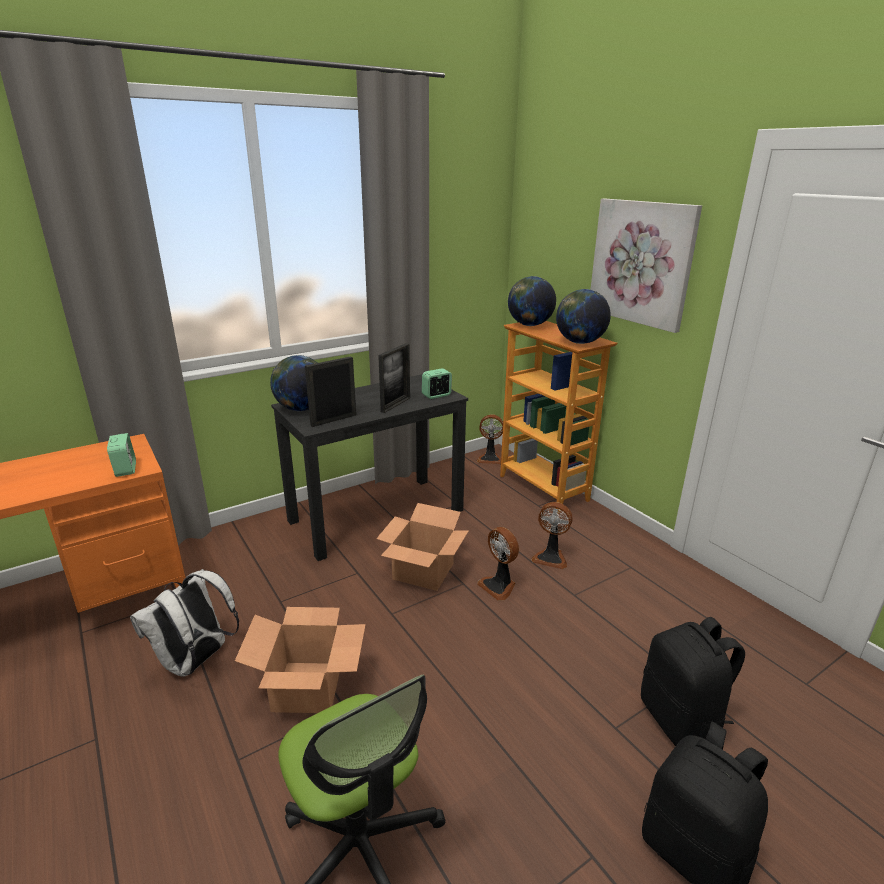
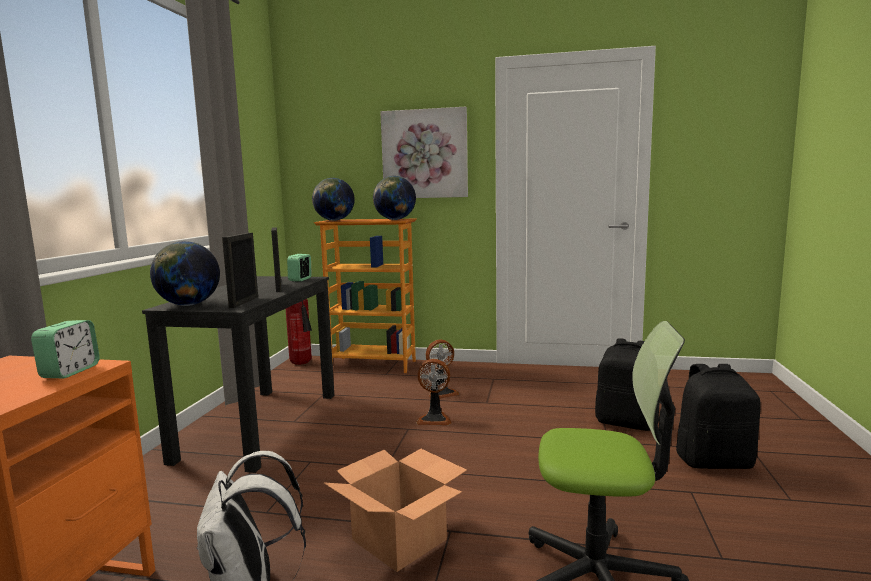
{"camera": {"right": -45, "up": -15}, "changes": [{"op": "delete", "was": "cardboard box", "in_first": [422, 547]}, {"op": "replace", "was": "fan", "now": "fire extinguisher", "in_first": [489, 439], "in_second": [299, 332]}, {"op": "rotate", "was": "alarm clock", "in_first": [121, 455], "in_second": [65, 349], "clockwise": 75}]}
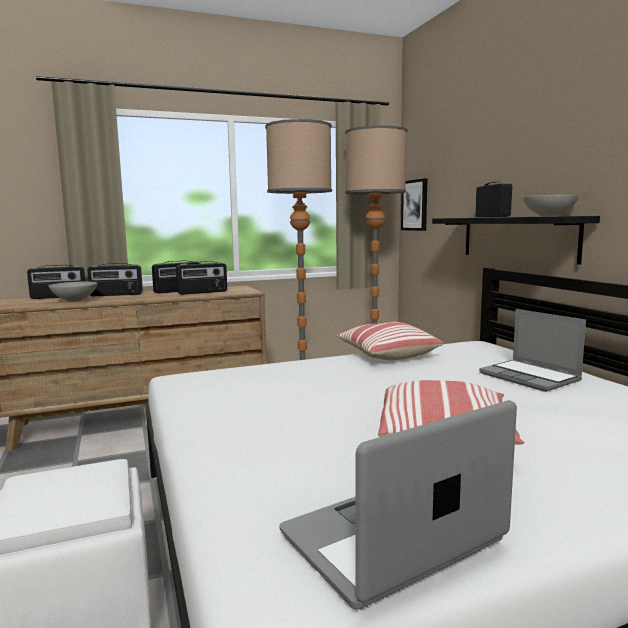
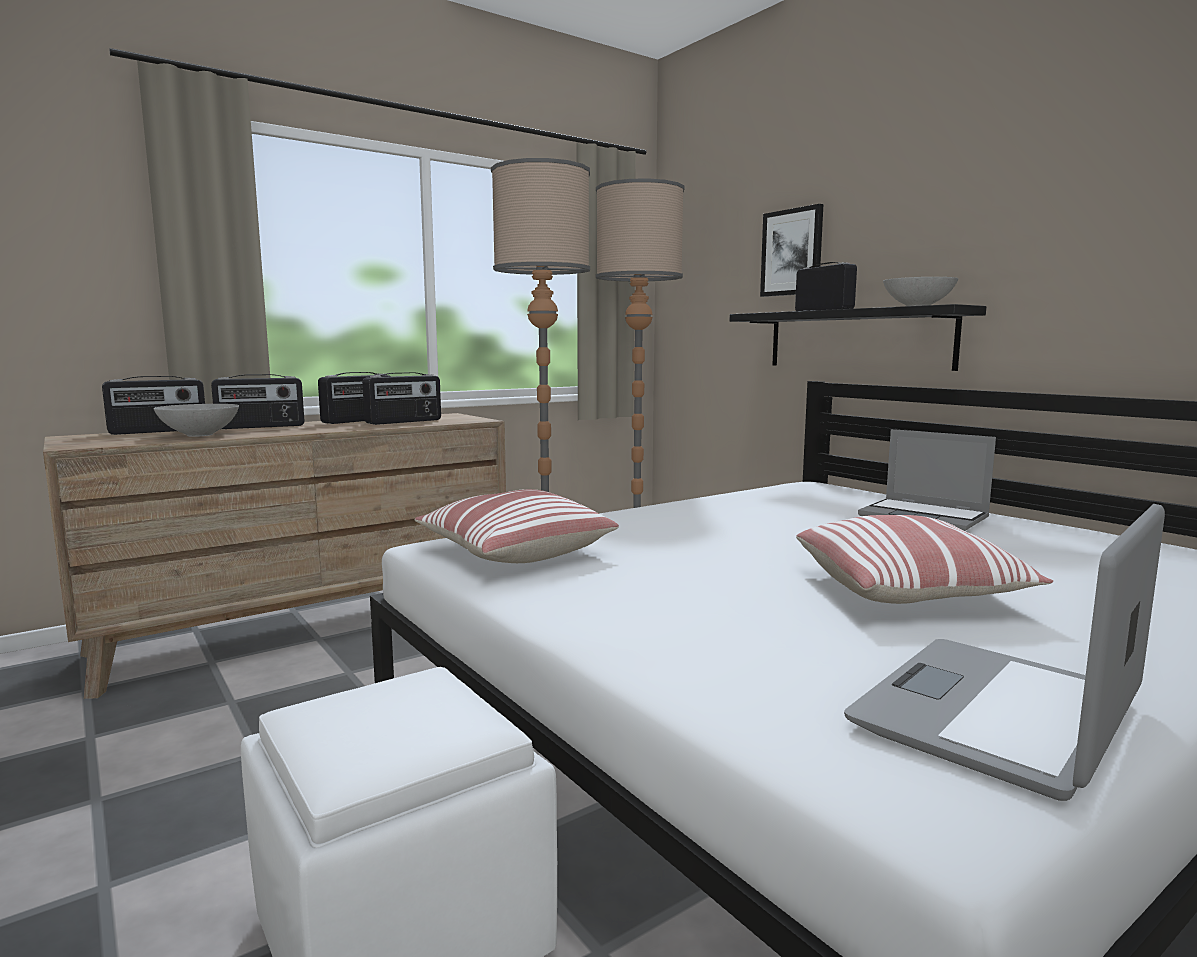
{"camera": {"right": -15, "up": 0}, "changes": [{"op": "move", "was": "pillow", "in_first": [390, 341], "in_second": [517, 526]}, {"op": "move", "was": "picture", "in_first": [414, 204], "in_second": [792, 250]}]}
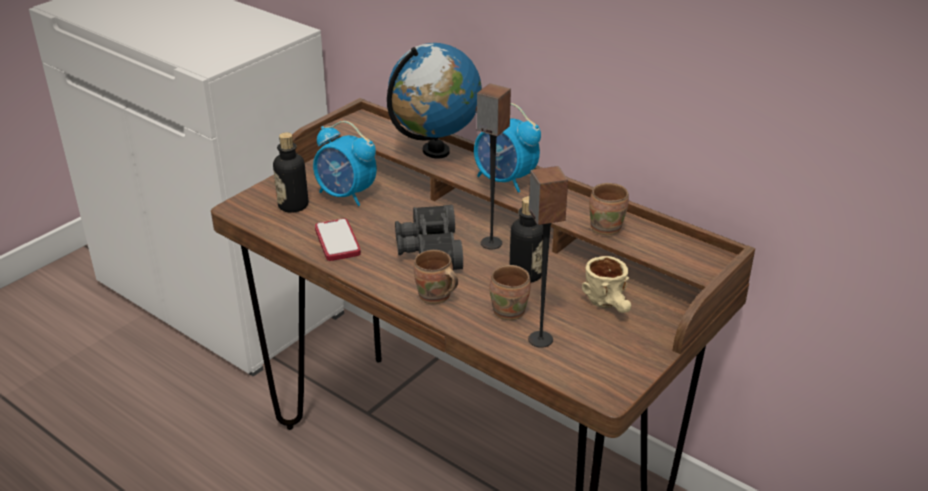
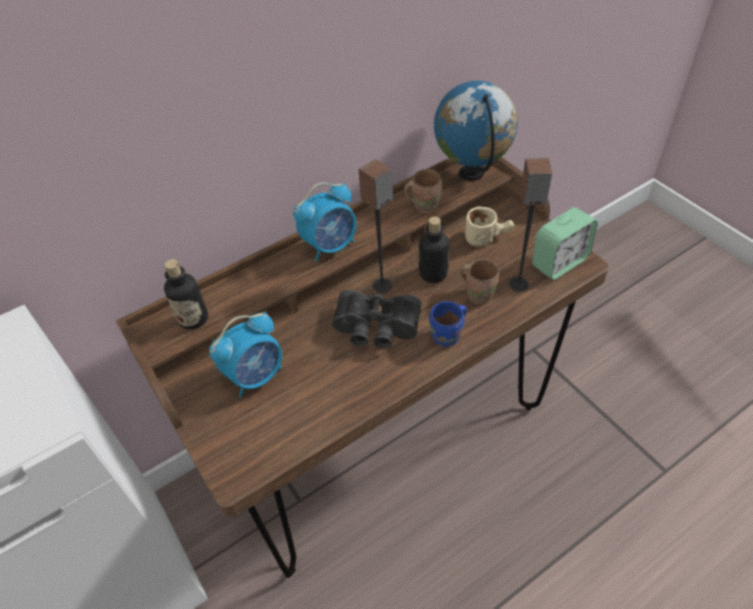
{"camera": {"right": -70, "up": 15}, "changes": [{"op": "delete", "was": "phone", "in_first": [338, 240]}, {"op": "insert", "now": "alarm clock", "in_second": [565, 243]}, {"op": "move", "was": "bottle", "in_first": [290, 172], "in_second": [186, 294]}, {"op": "move", "was": "globe", "in_first": [434, 101], "in_second": [476, 131]}, {"op": "recolor", "was": "mug/brown", "now": "mug/blue", "in_first": [436, 277], "in_second": [448, 324]}]}
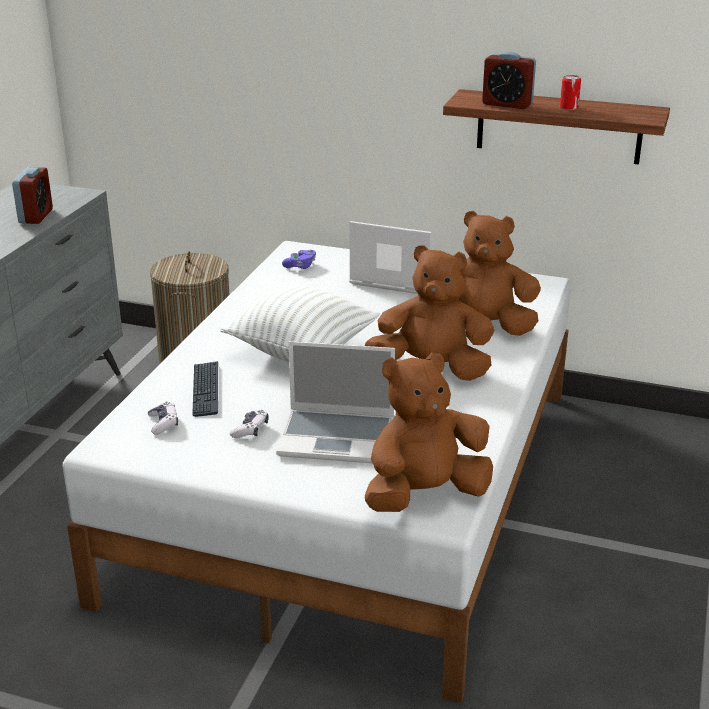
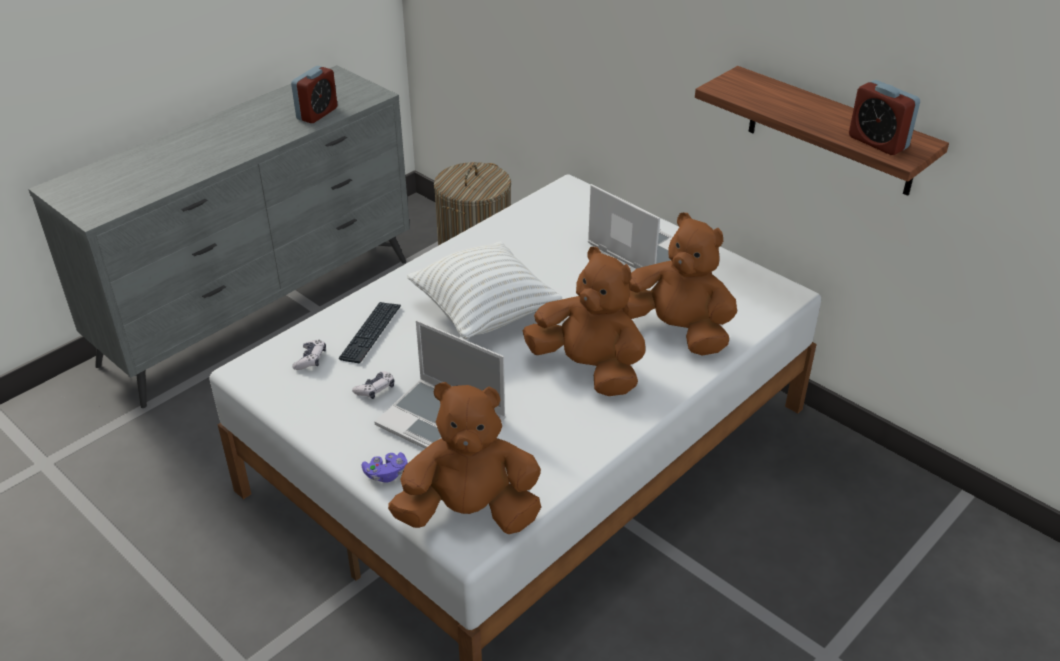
{"camera": {"right": 25, "up": 10}, "changes": [{"op": "delete", "was": "can", "in_first": [570, 92]}, {"op": "move", "was": "game controller/purple", "in_first": [299, 259], "in_second": [384, 467]}, {"op": "move", "was": "alarm clock", "in_first": [509, 80], "in_second": [884, 117]}]}
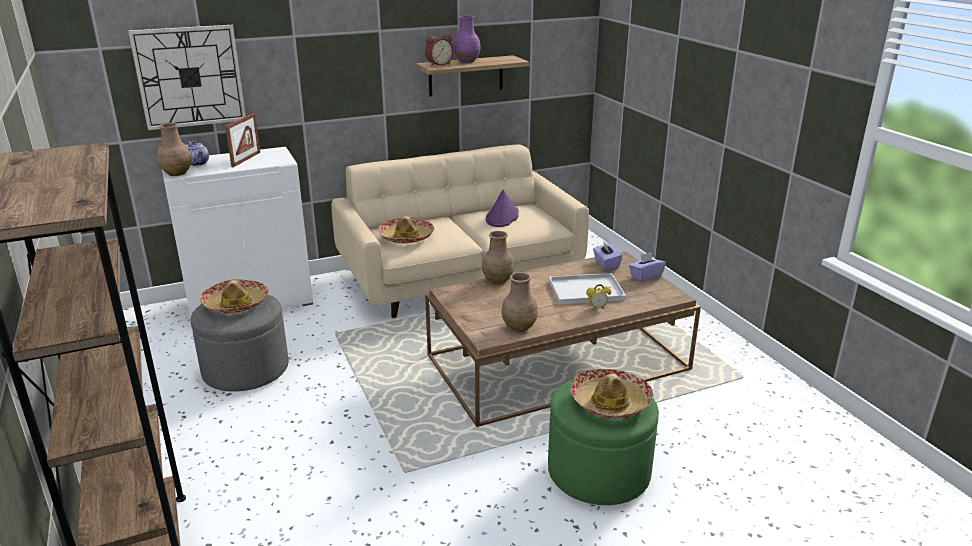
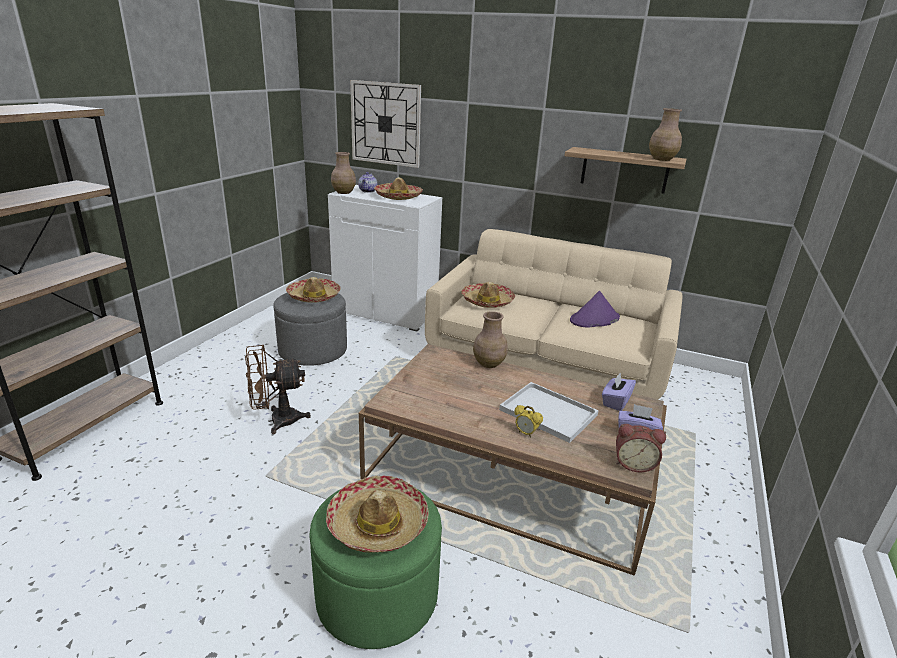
{"camera": {"right": 45, "up": 0}, "changes": [{"op": "delete", "was": "vase/purple", "in_first": [467, 39]}, {"op": "insert", "now": "fan/brown", "in_second": [278, 389]}, {"op": "move", "was": "alarm clock", "in_first": [439, 50], "in_second": [641, 448]}, {"op": "move", "was": "vase/brown", "in_first": [519, 302], "in_second": [665, 134]}, {"op": "replace", "was": "picture frame", "now": "hat", "in_first": [242, 140], "in_second": [398, 188]}]}
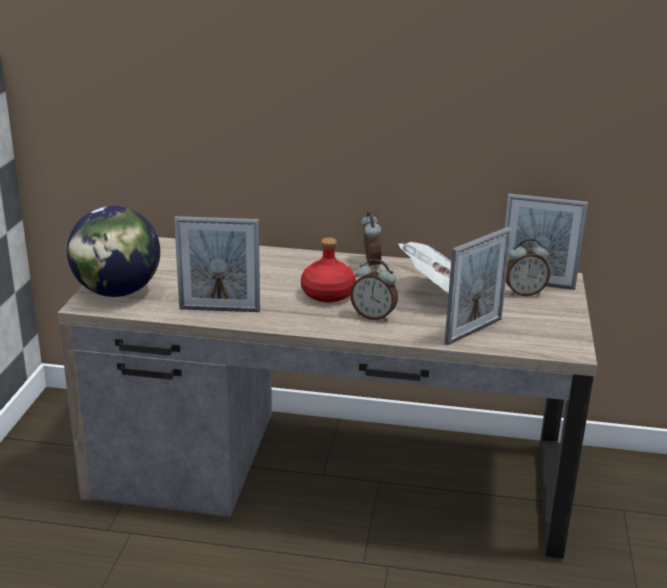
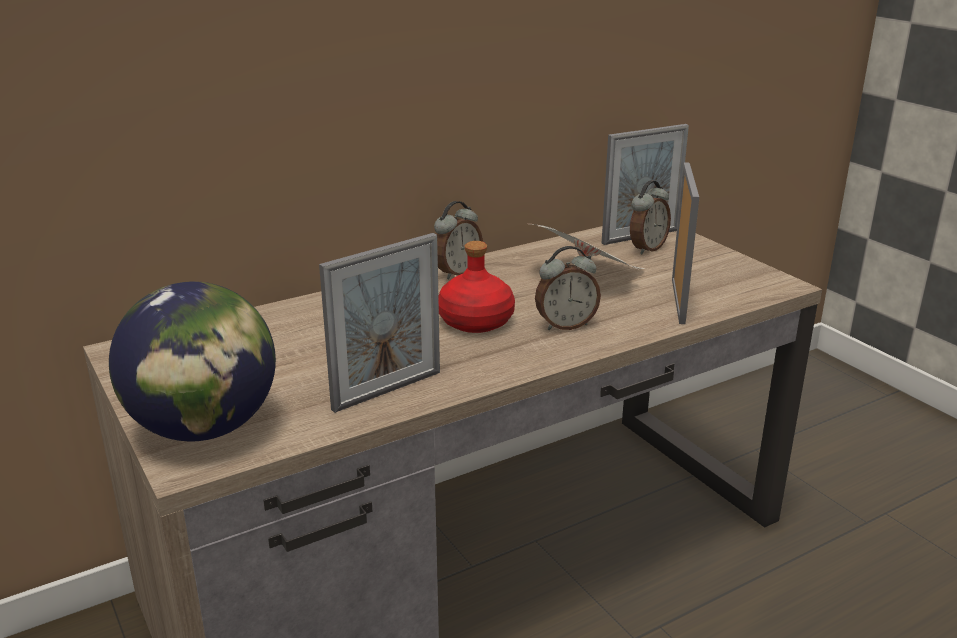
{"camera": {"right": -40, "up": 0}, "changes": [{"op": "rotate", "was": "alarm clock", "in_first": [371, 240], "in_second": [458, 240], "clockwise": 90}]}
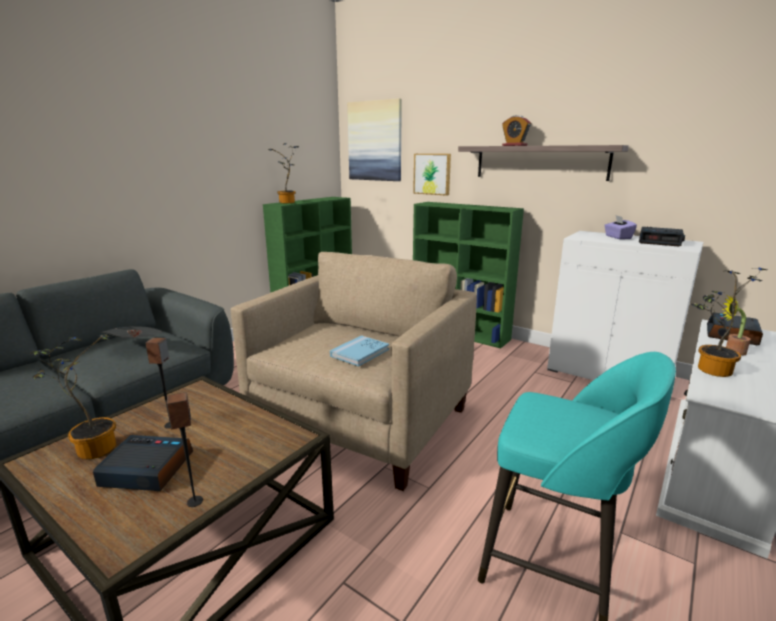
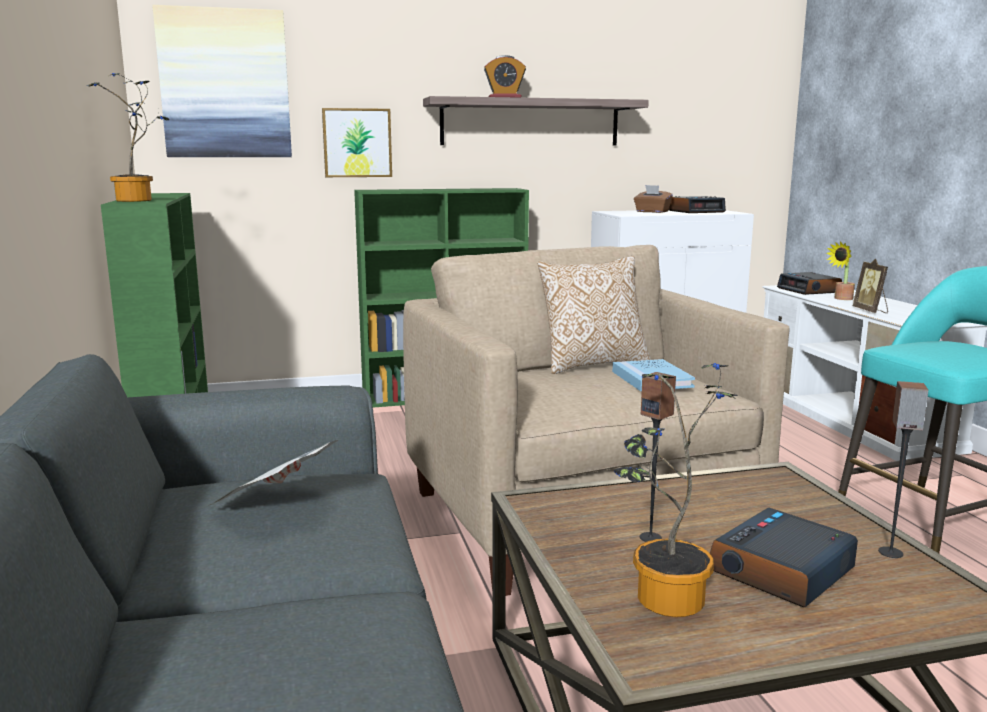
{"camera": {"right": -50, "up": -5}, "changes": [{"op": "insert", "now": "pillow", "in_second": [594, 315]}, {"op": "replace", "was": "potted plant", "now": "picture frame", "in_first": [729, 322], "in_second": [870, 286]}, {"op": "recolor", "was": "tissue box/purple", "now": "tissue box/brown", "in_first": [620, 227], "in_second": [653, 199]}]}
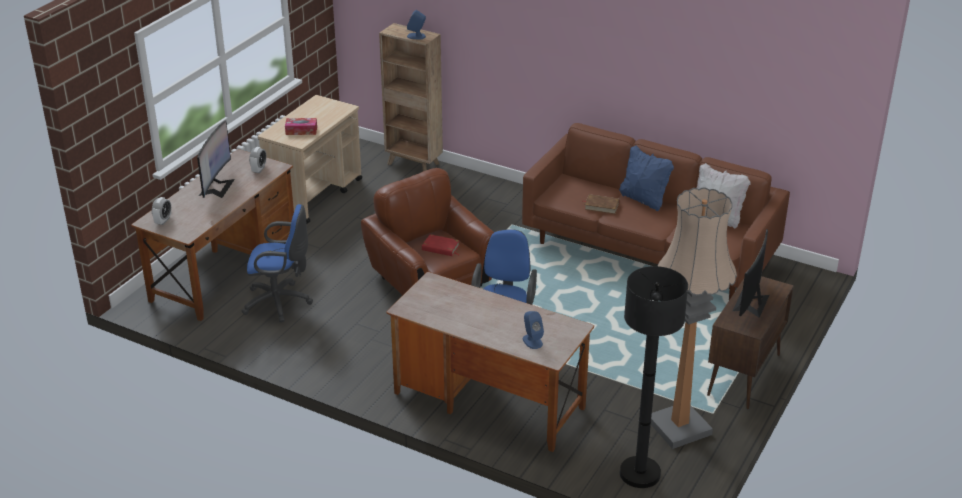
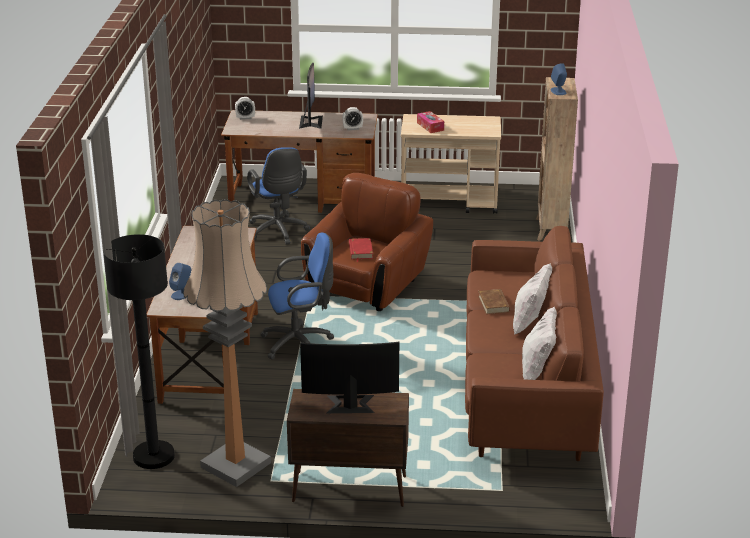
{"camera": {"right": 65, "up": -5}, "changes": [{"op": "recolor", "was": "pillow/blue", "now": "pillow/white", "in_first": [646, 178], "in_second": [532, 299]}, {"op": "rotate", "was": "monitor", "in_first": [216, 159], "in_second": [311, 96], "clockwise": -75}]}
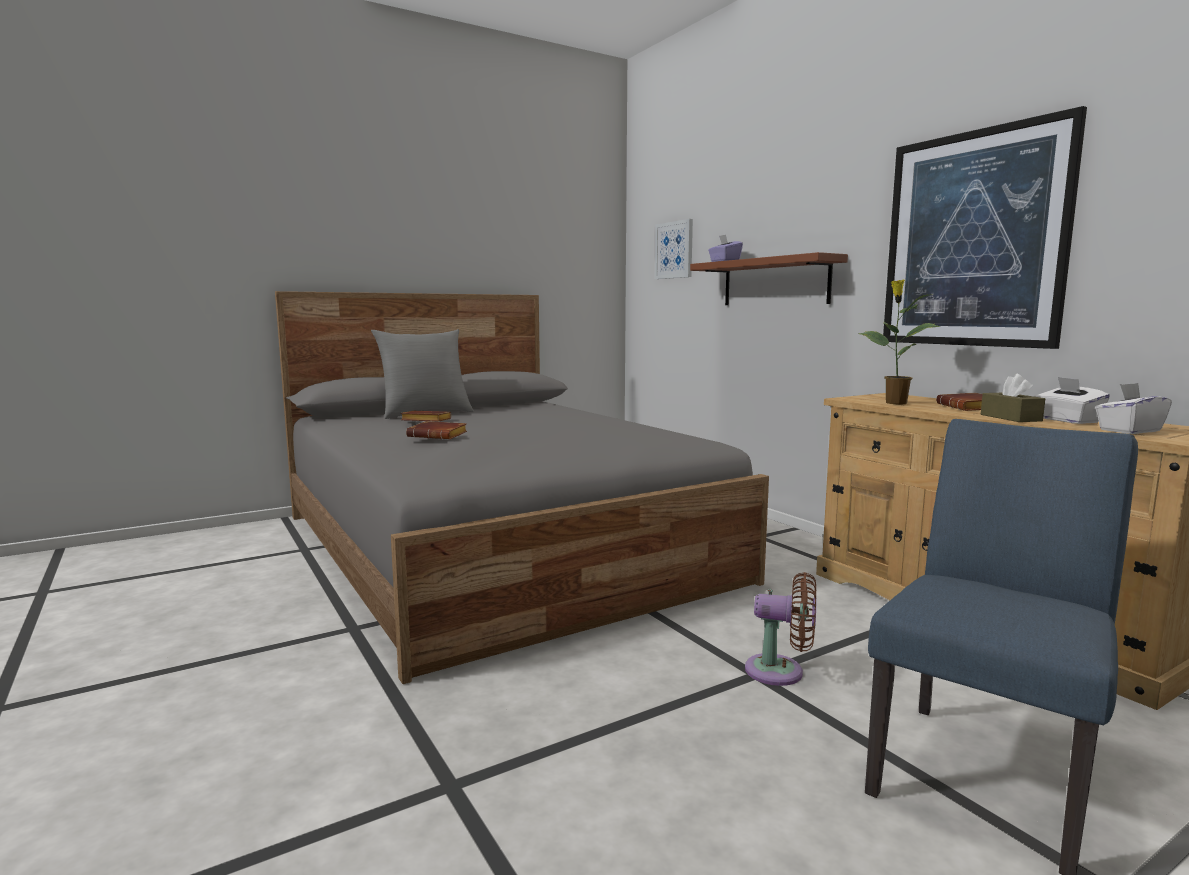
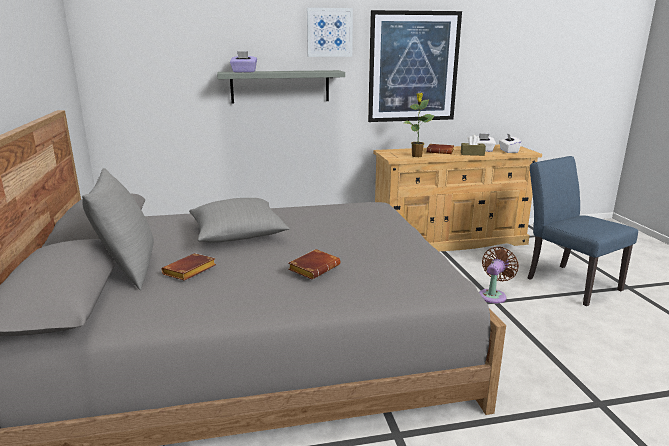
{"camera": {"right": -70, "up": 10}, "changes": [{"op": "insert", "now": "pillow/grey", "in_second": [239, 220]}, {"op": "move", "was": "picture", "in_first": [674, 249], "in_second": [330, 32]}, {"op": "recolor", "was": "shelf/brown", "now": "shelf/grey", "in_first": [769, 278], "in_second": [281, 87]}]}
